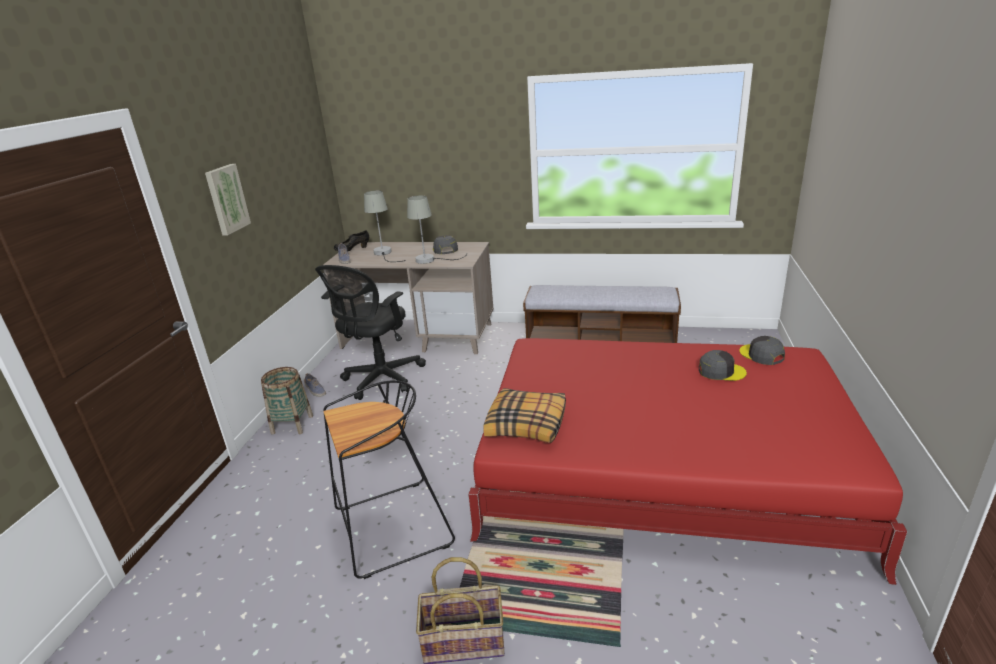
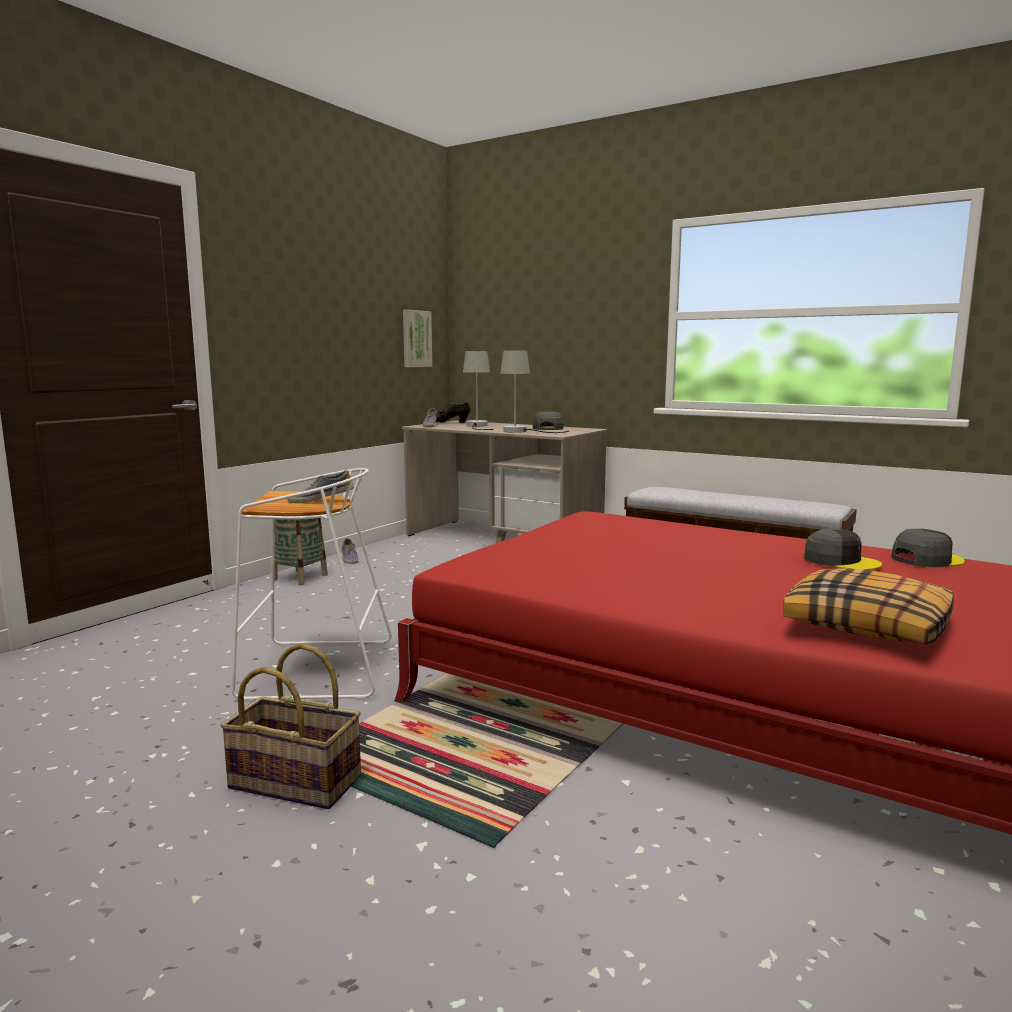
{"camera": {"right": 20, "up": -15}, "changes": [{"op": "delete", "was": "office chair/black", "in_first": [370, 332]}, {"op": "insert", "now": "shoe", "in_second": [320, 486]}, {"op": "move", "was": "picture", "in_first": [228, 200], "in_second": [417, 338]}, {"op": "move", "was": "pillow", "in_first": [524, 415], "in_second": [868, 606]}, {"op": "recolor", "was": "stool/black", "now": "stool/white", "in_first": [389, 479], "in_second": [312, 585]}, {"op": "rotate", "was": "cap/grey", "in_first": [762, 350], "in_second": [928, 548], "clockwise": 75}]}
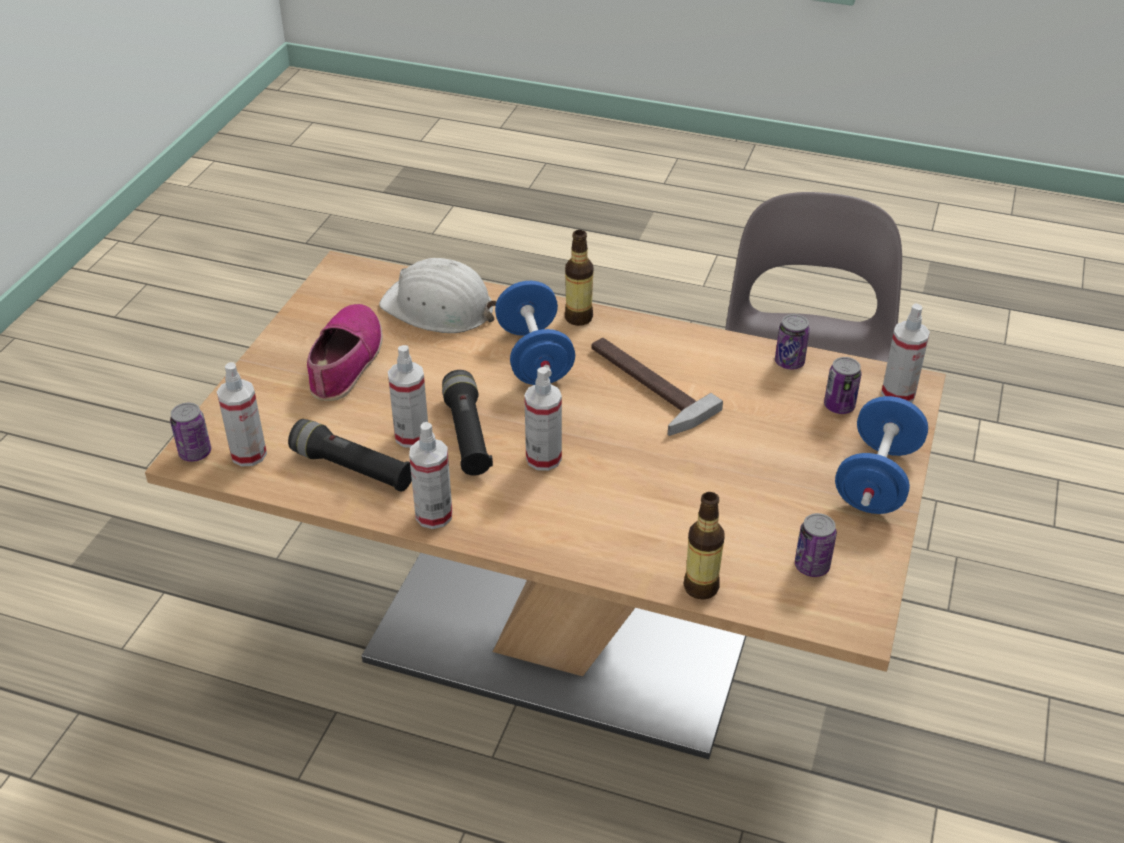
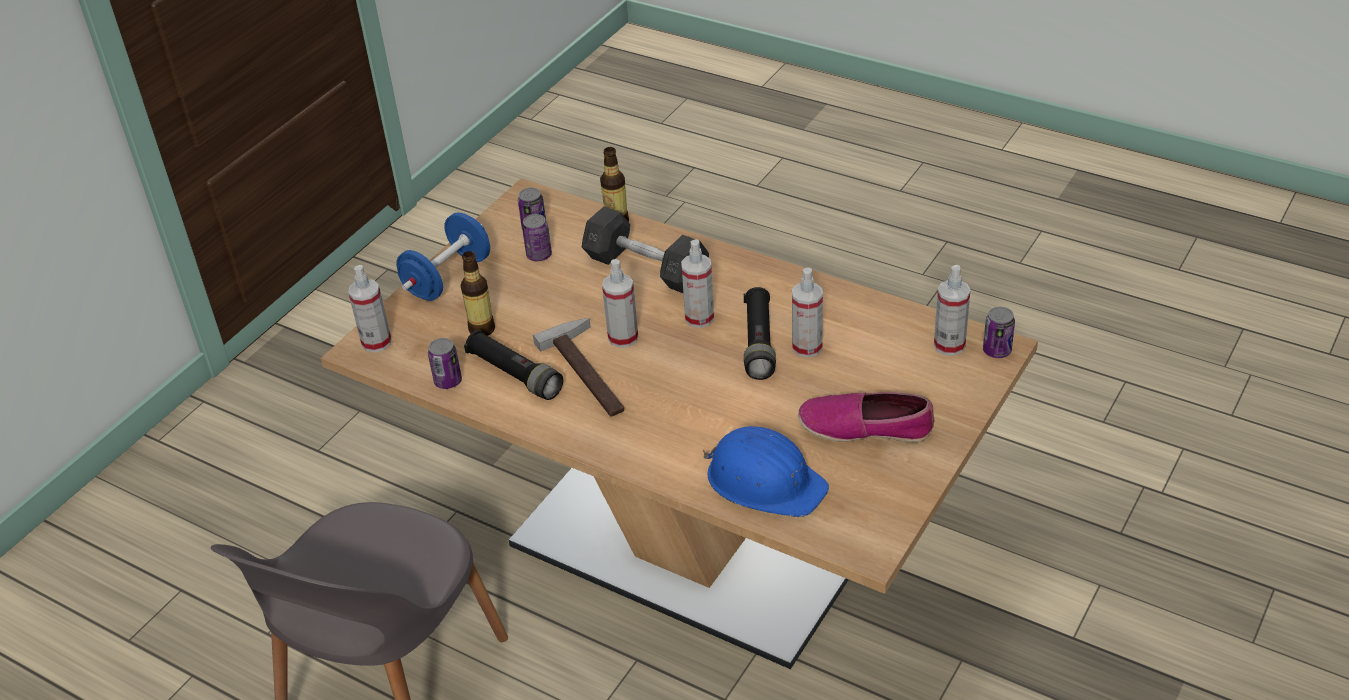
{"camera": {"right": -165, "up": 0}, "changes": [{"op": "delete", "was": "dumbbell/blue", "in_first": [535, 333]}, {"op": "insert", "now": "dumbbell/grey", "in_second": [645, 249]}, {"op": "move", "was": "flashlight/black", "in_first": [350, 455], "in_second": [513, 365]}, {"op": "move", "was": "spray bottle", "in_first": [430, 475], "in_second": [620, 303]}, {"op": "move", "was": "bottle", "in_first": [579, 278], "in_second": [478, 293]}, {"op": "move", "was": "can", "in_first": [843, 385], "in_second": [537, 237]}, {"op": "recolor", "was": "hard hat/white", "now": "hard hat/blue", "in_first": [438, 295], "in_second": [766, 471]}, {"op": "rotate", "was": "shoe", "in_first": [345, 352], "in_second": [866, 417], "clockwise": 75}]}
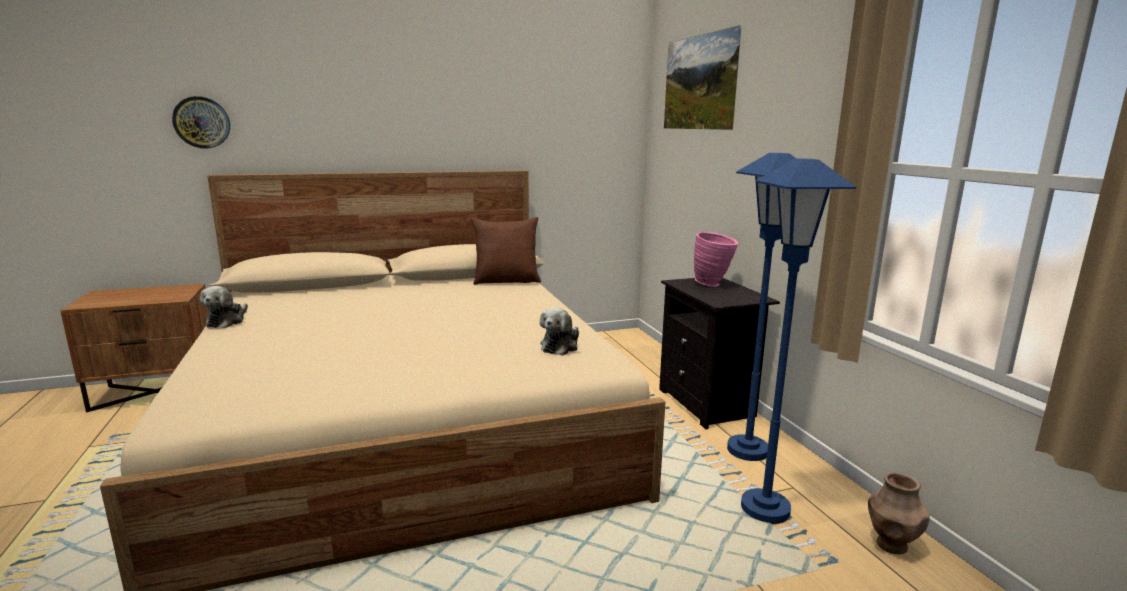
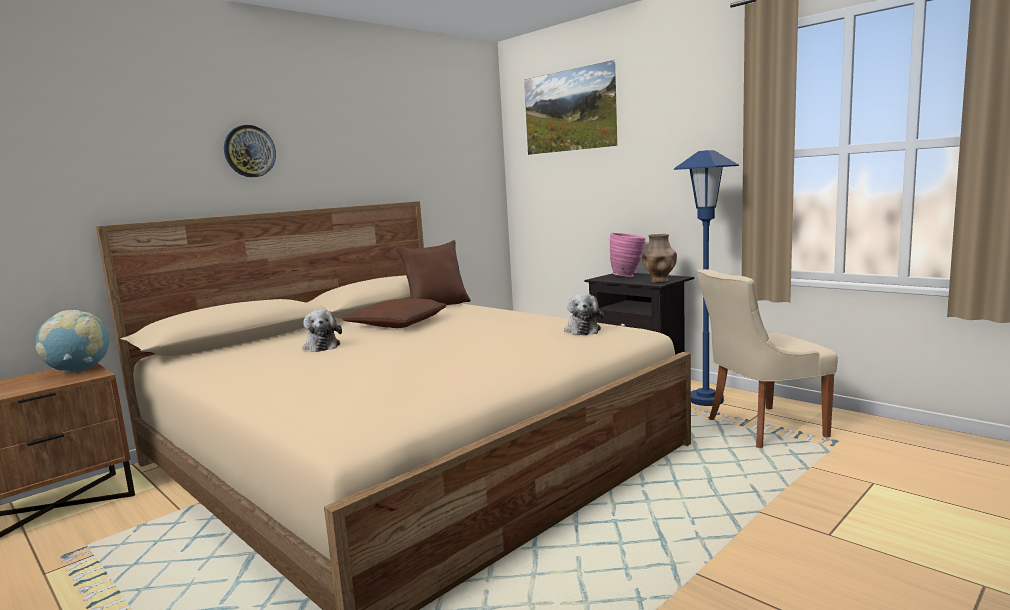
{"camera": {"right": -25, "up": -5}, "changes": [{"op": "insert", "now": "globe", "in_second": [72, 341]}, {"op": "insert", "now": "pillow/brown", "in_second": [394, 313]}, {"op": "move", "was": "wall clock", "in_first": [201, 122], "in_second": [250, 151]}, {"op": "move", "was": "plush toy", "in_first": [224, 307], "in_second": [322, 331]}, {"op": "move", "was": "vase/brown", "in_first": [899, 513], "in_second": [659, 258]}, {"op": "replace", "was": "floor lamp/blue", "now": "chair/beige", "in_first": [798, 341], "in_second": [767, 358]}]}
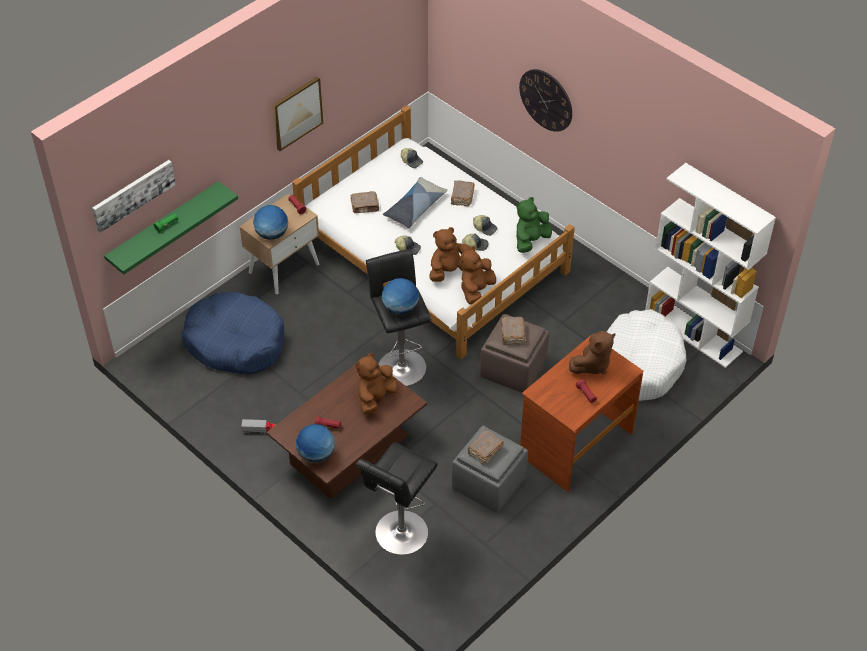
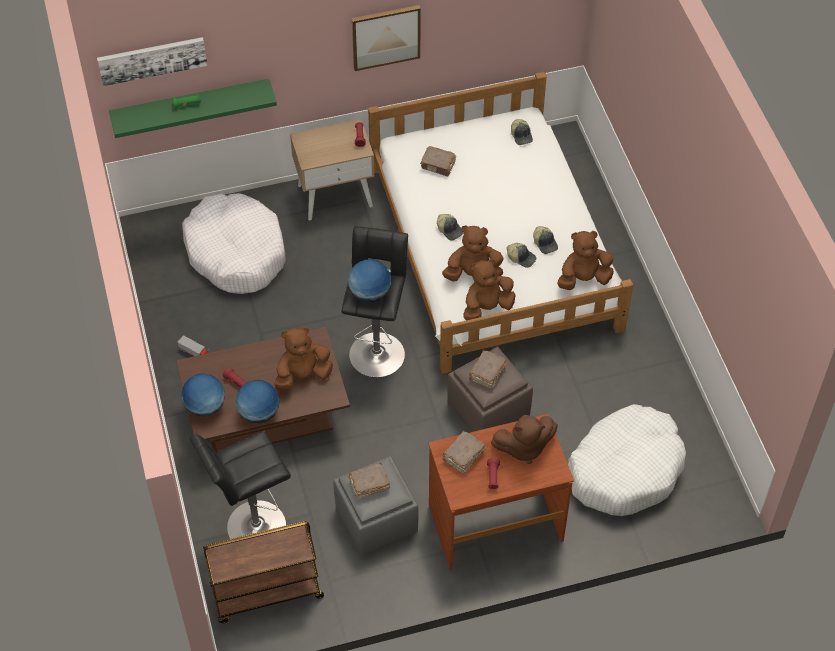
{"camera": {"right": 30, "up": 5}, "changes": [{"op": "delete", "was": "pillow", "in_first": [415, 203]}, {"op": "delete", "was": "wall clock", "in_first": [545, 100]}, {"op": "delete", "was": "bookcase/white", "in_first": [710, 265]}, {"op": "insert", "now": "cart/brown", "in_second": [263, 572]}, {"op": "move", "was": "globe", "in_first": [270, 222], "in_second": [257, 401]}, {"op": "move", "was": "book/brown", "in_first": [463, 194], "in_second": [464, 451]}, {"op": "recolor", "was": "dog bed/blue", "now": "dog bed/white", "in_first": [233, 333], "in_second": [233, 243]}, {"op": "recolor", "was": "plush toy/green", "now": "plush toy/brown", "in_first": [534, 225], "in_second": [585, 260]}]}
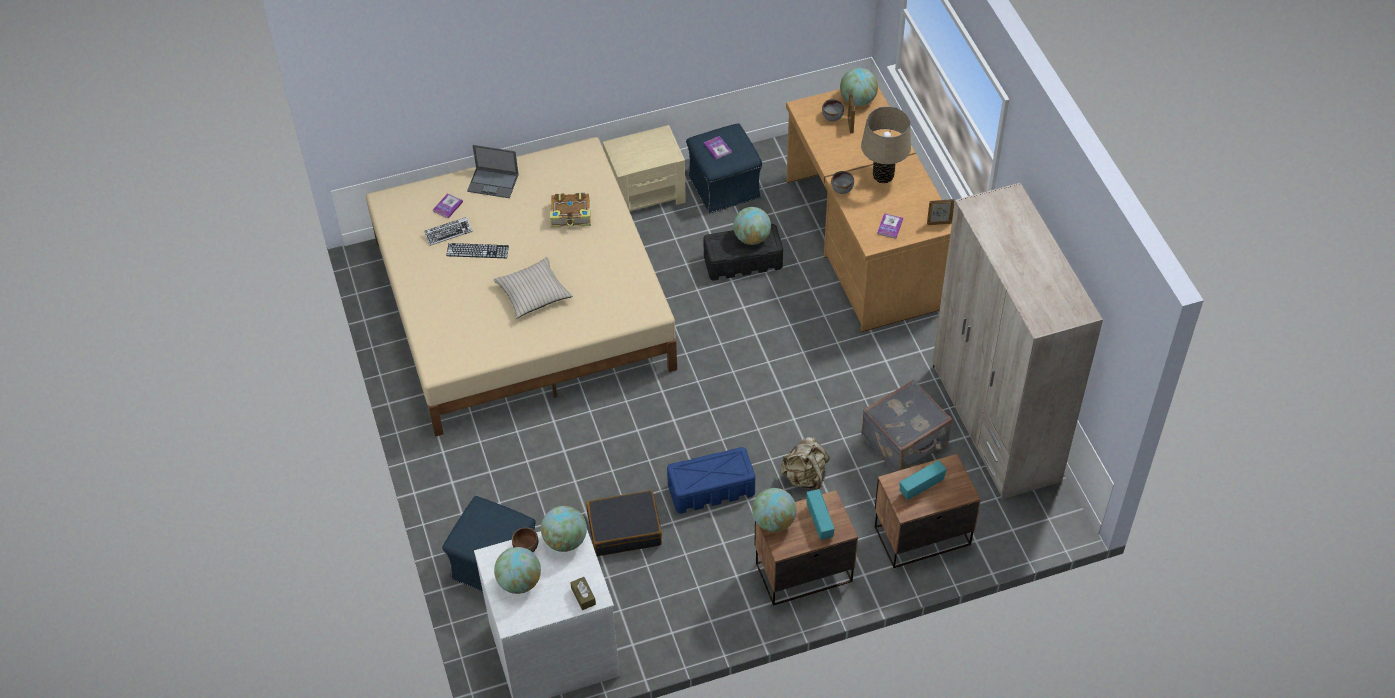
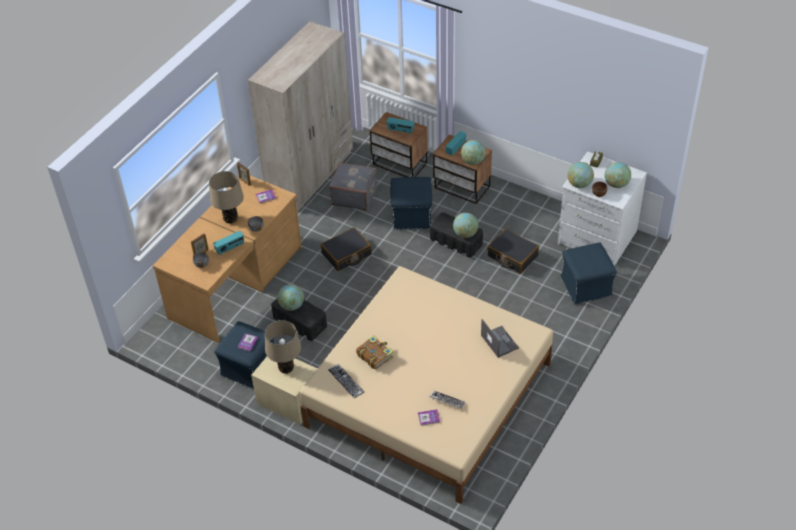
{"camera": {"right": -130, "up": -5}, "changes": [{"op": "delete", "was": "pillow/beige", "in_first": [533, 288]}, {"op": "insert", "now": "radio", "in_second": [228, 243]}, {"op": "insert", "now": "table lamp/beige", "in_second": [283, 347]}, {"op": "insert", "now": "suitcase/black", "in_second": [346, 249]}, {"op": "move", "was": "keyboard", "in_first": [477, 250], "in_second": [346, 381]}, {"op": "move", "was": "laptop", "in_first": [493, 171], "in_second": [500, 338]}, {"op": "move", "was": "globe", "in_first": [859, 87], "in_second": [465, 225]}, {"op": "replace", "was": "backpack/beige", "now": "ottoman/blue", "in_first": [805, 463], "in_second": [411, 203]}, {"op": "recolor", "was": "storage box/blue", "now": "storage box/black", "in_first": [711, 480], "in_second": [456, 235]}]}
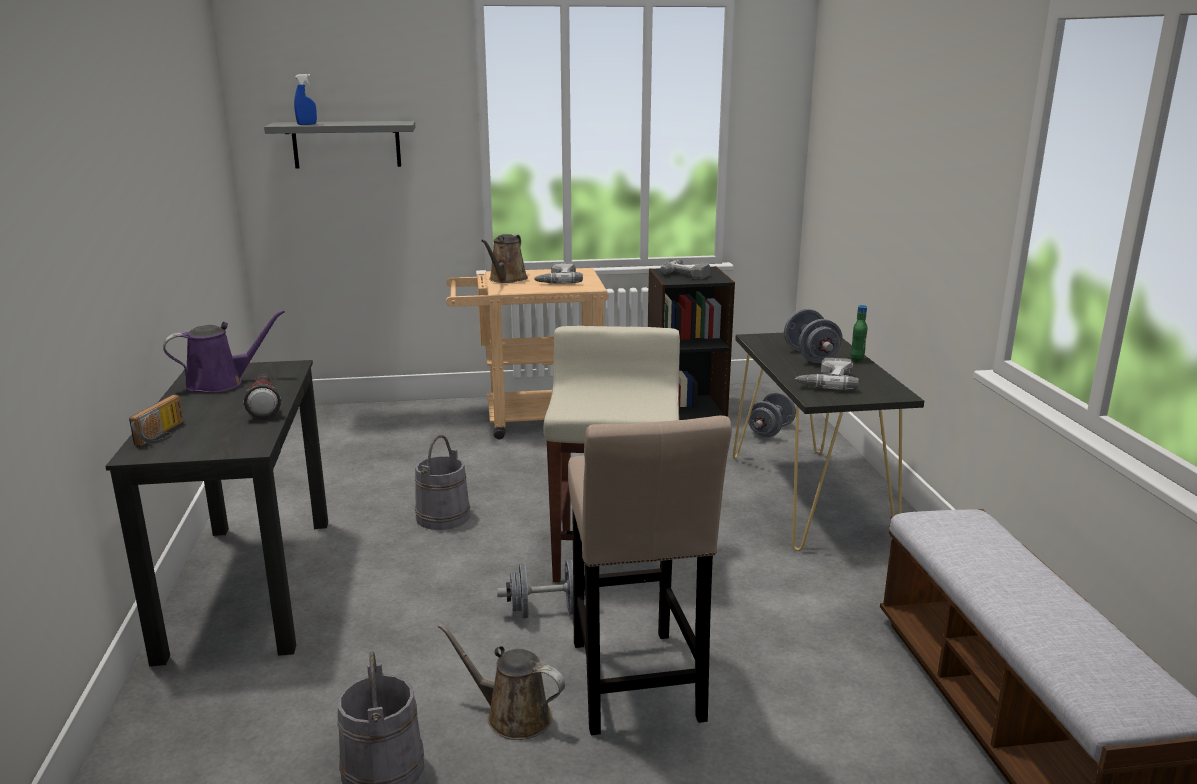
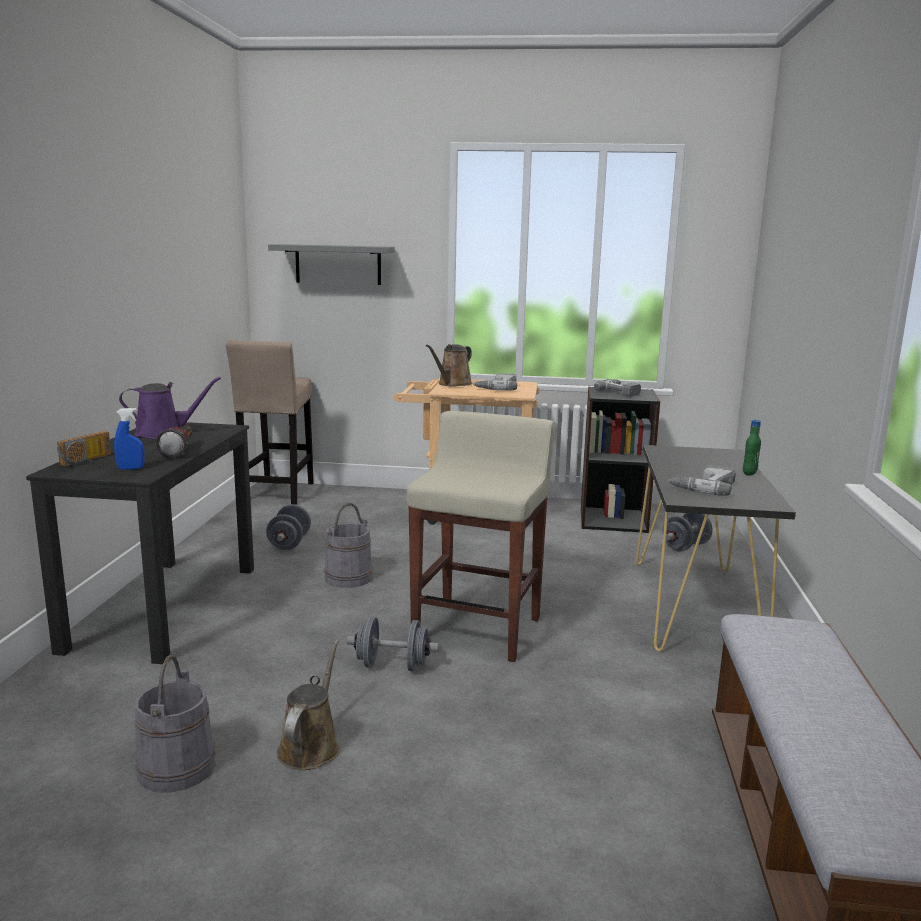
{"camera": {"right": 15, "up": -5}, "changes": [{"op": "move", "was": "spray bottle/blue", "in_first": [305, 99], "in_second": [129, 439]}, {"op": "move", "was": "stool/beige", "in_first": [650, 575], "in_second": [269, 422]}, {"op": "move", "was": "dumbbell/grey", "in_first": [813, 336], "in_second": [288, 527]}, {"op": "rotate", "was": "watering can/brown", "in_first": [501, 681], "in_second": [308, 705], "clockwise": 60}]}
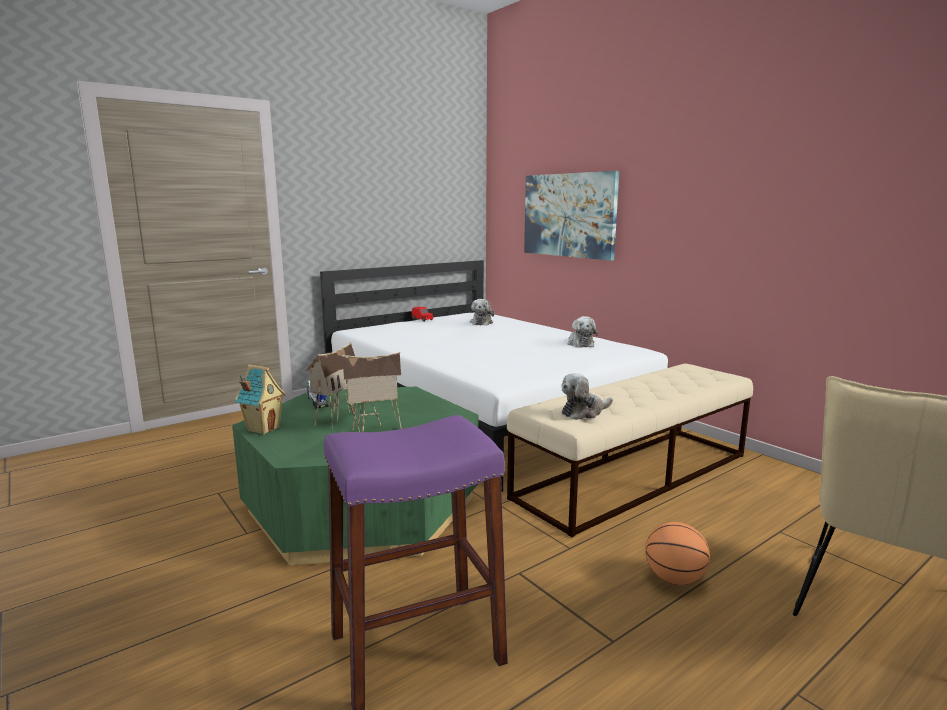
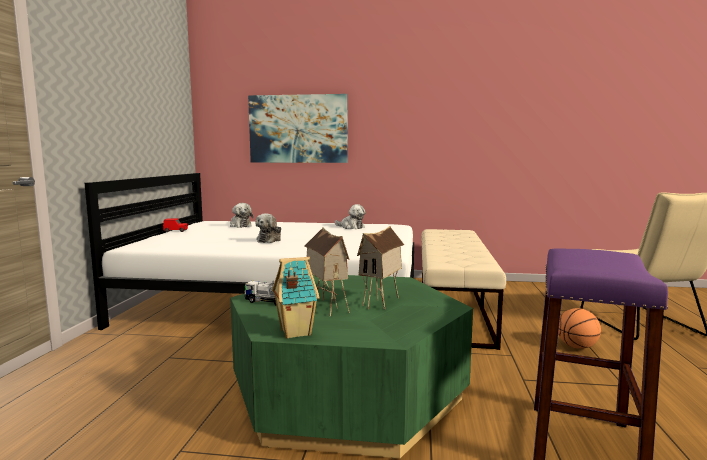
{"camera": {"right": -45, "up": -5}, "changes": [{"op": "move", "was": "plush toy", "in_first": [587, 396], "in_second": [268, 228]}]}
